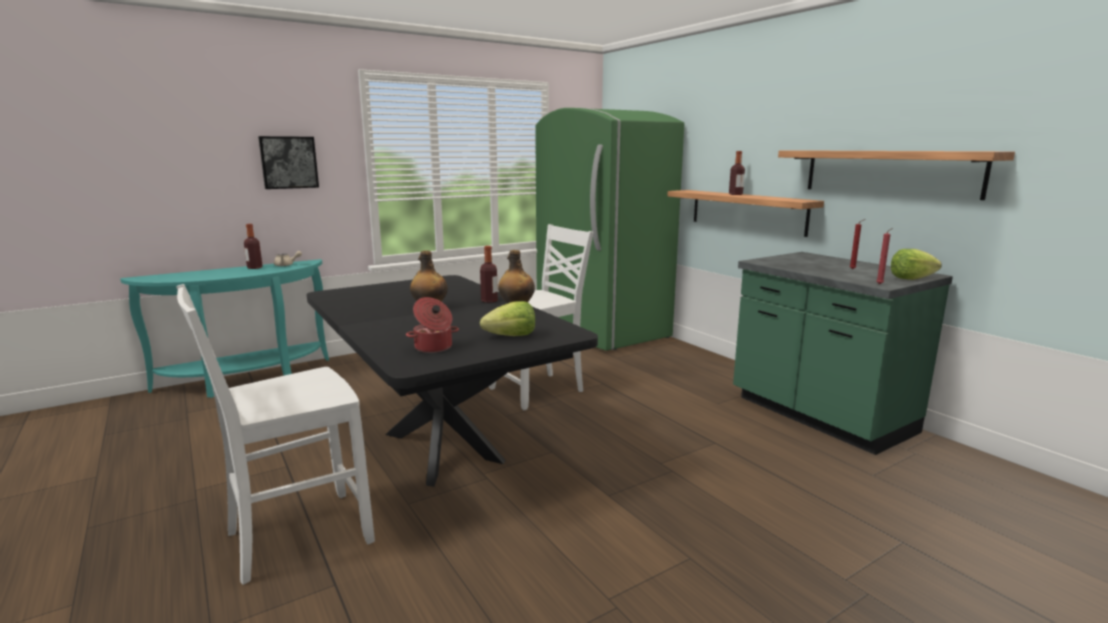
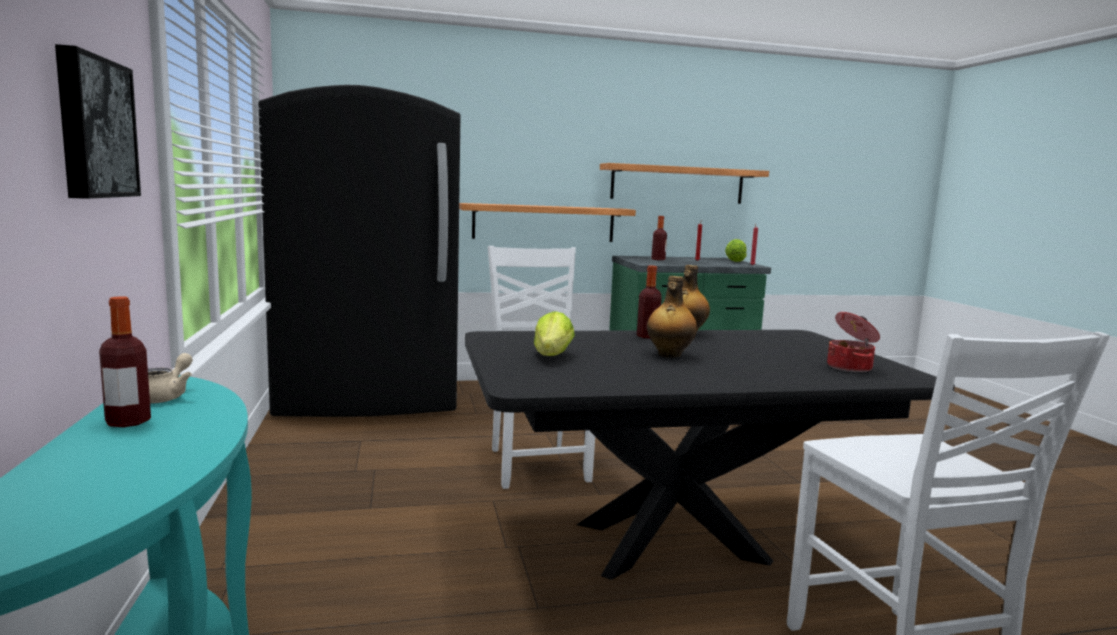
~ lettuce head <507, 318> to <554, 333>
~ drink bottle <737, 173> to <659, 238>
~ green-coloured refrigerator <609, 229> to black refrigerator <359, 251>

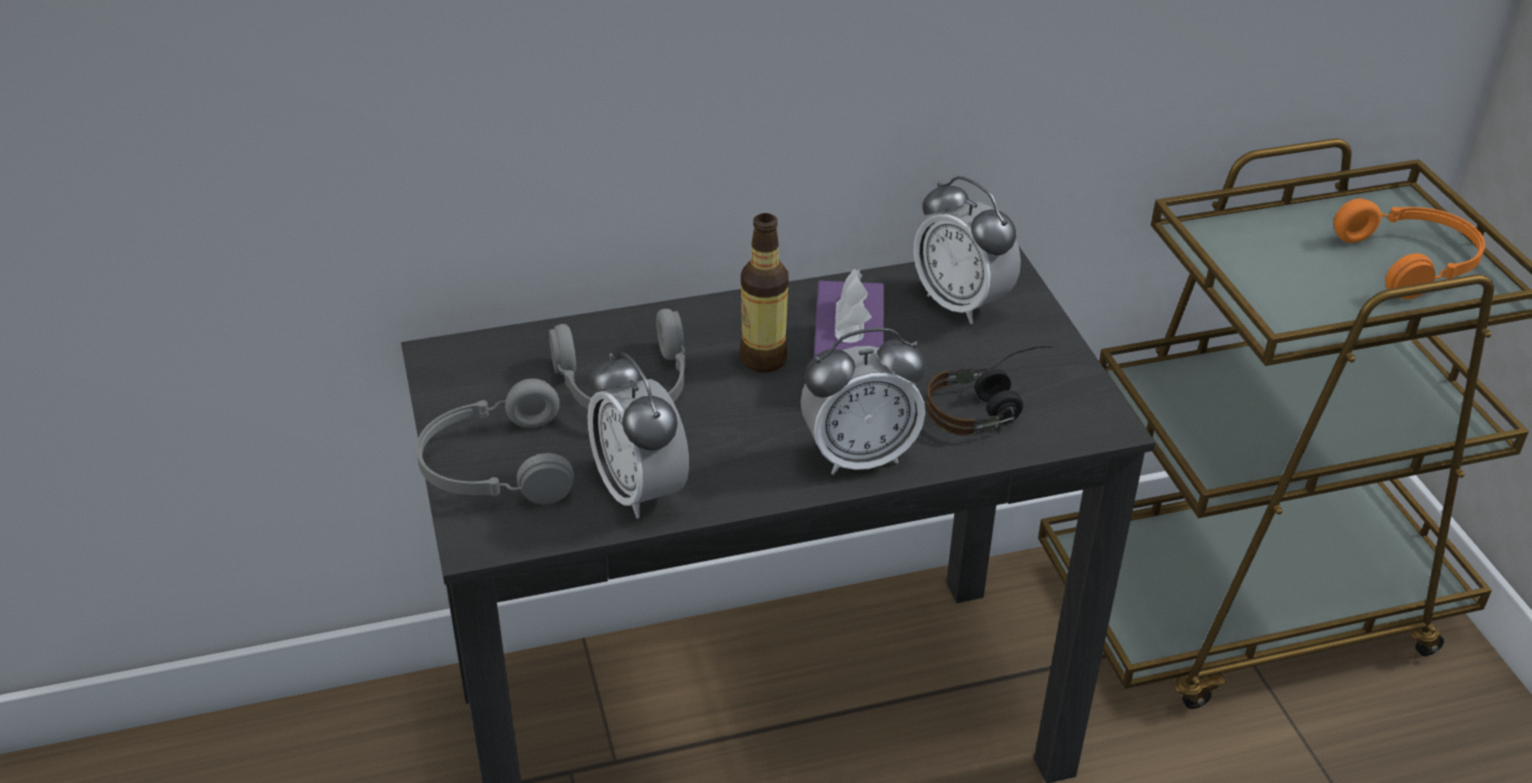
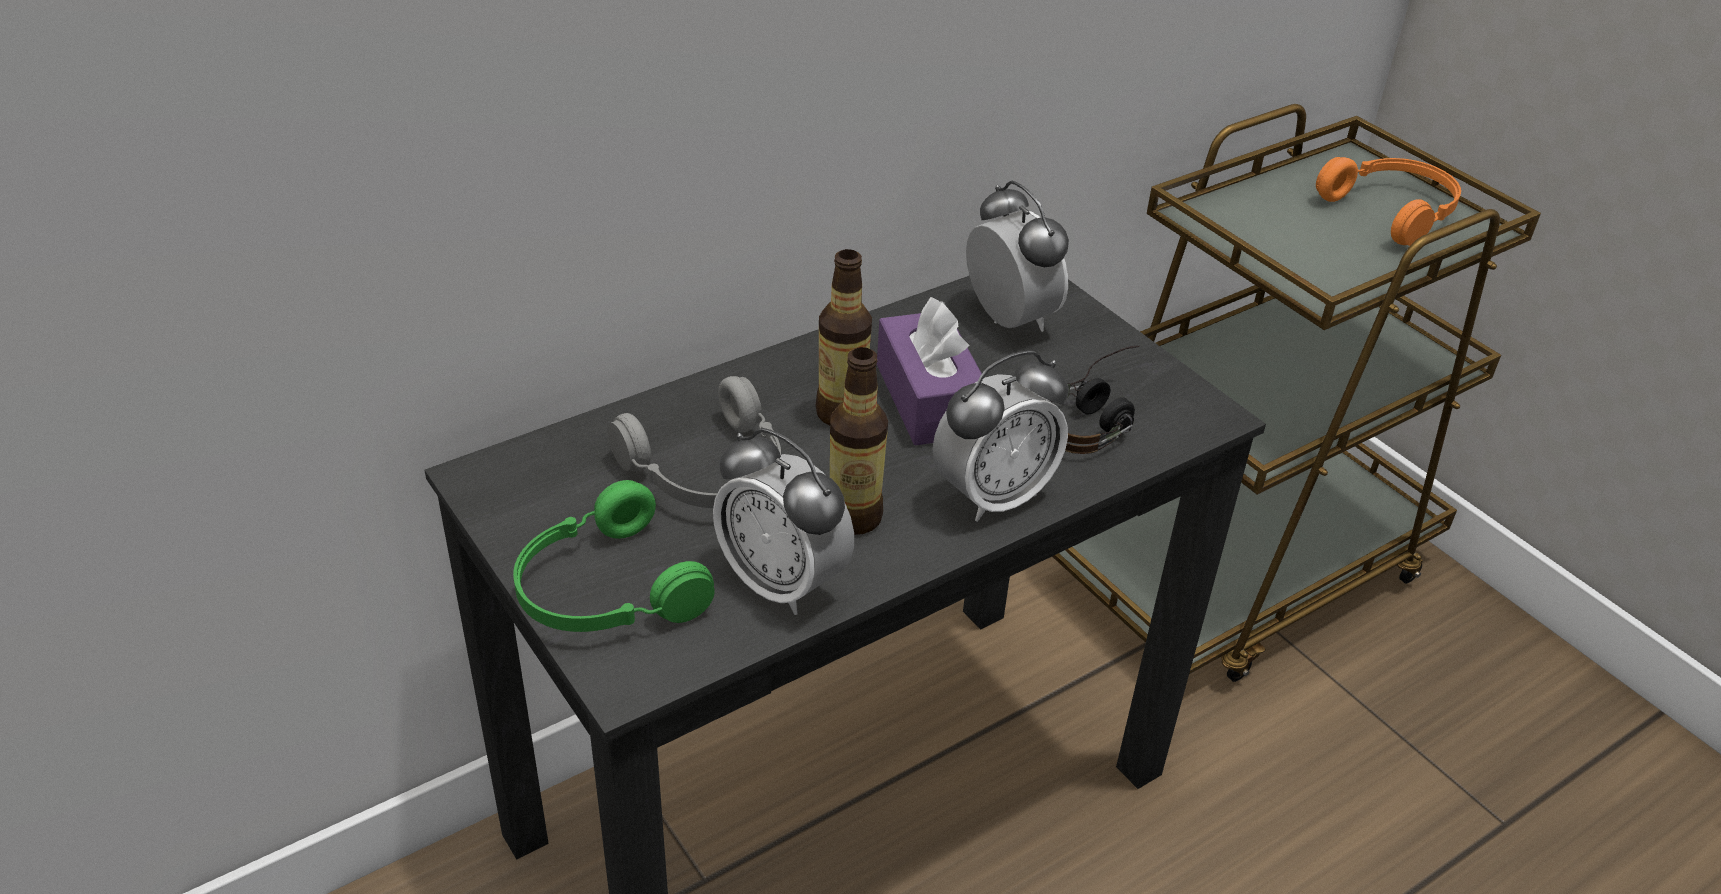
+ drink bottle <859, 441>
~ grey headset <495, 441> to green-coloured headset <614, 556>
~ table clock <967, 250> = <1017, 256> 150 degrees counterclockwise

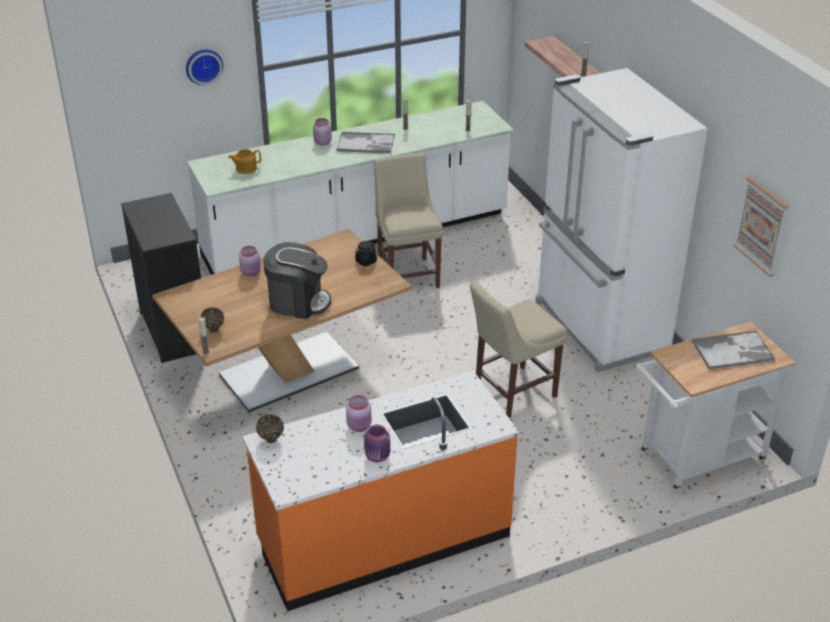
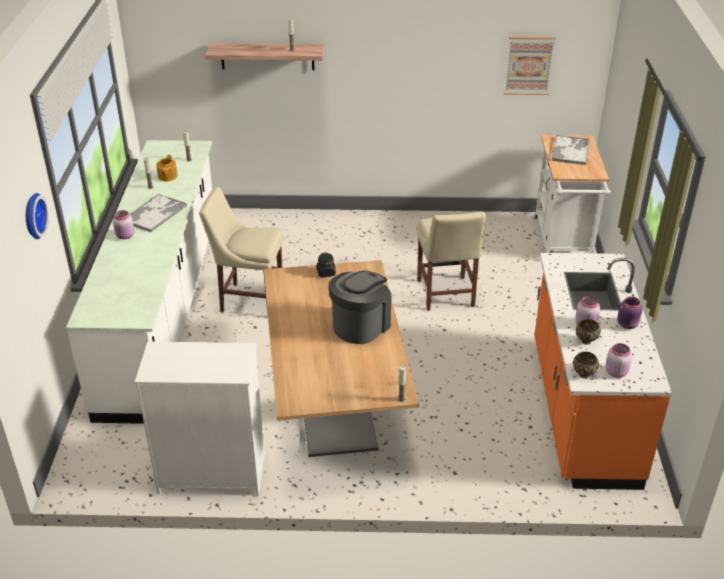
- whitish refrigerator <621, 220>
~ brown-coloured serving bowl <212, 320> to <588, 332>
~ tea pot <244, 161> to <167, 168>
~ pinkish preserve jar <250, 261> to <618, 360>
~ black dresser <161, 278> to whitish dresser <200, 419>

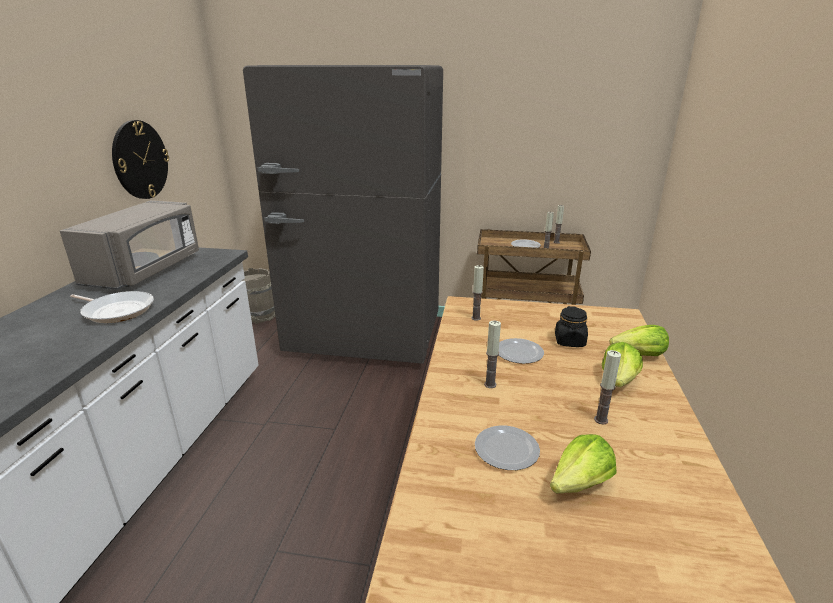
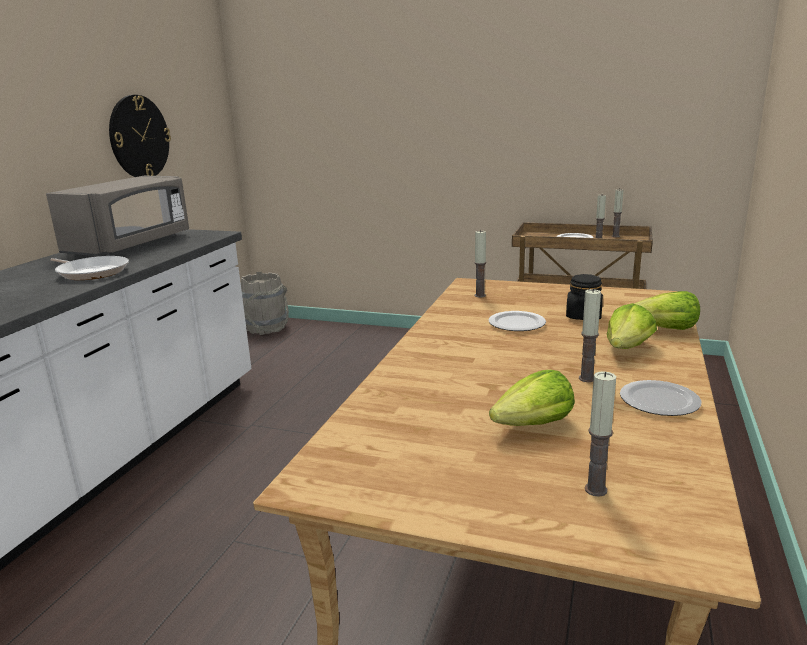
- grey refrigerator <343, 214>
~ flat dish <507, 448> to <661, 398>
~ wax light <492, 354> to <600, 434>

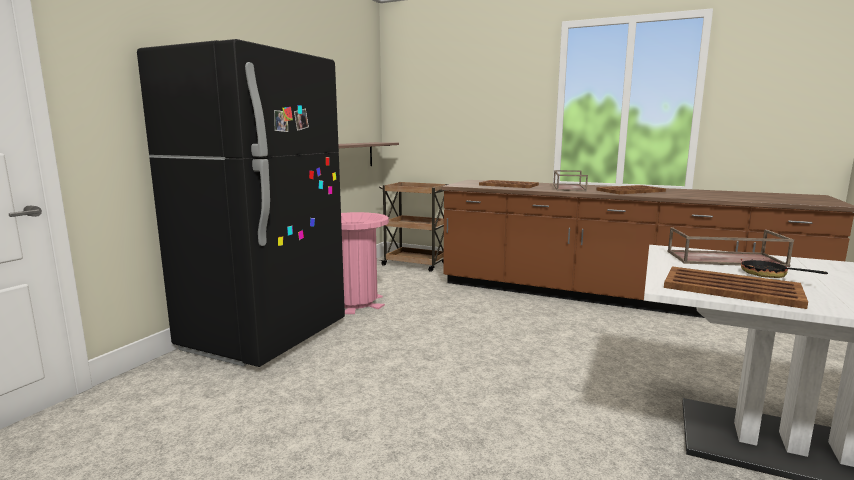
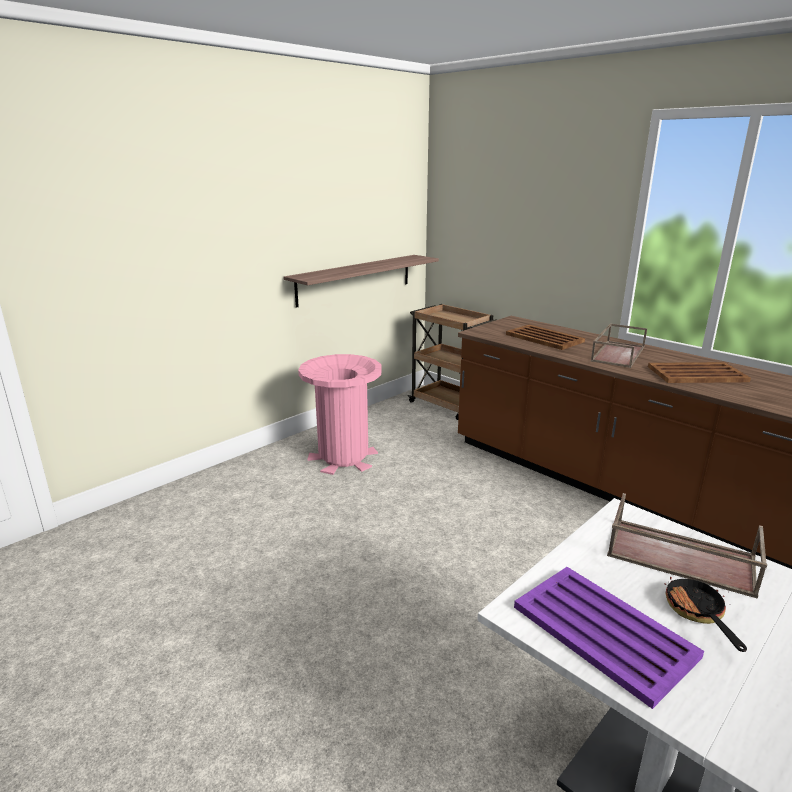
- black refrigerator <241, 203>
~ brown-coloured serving tray <736, 287> to purplish serving tray <609, 638>

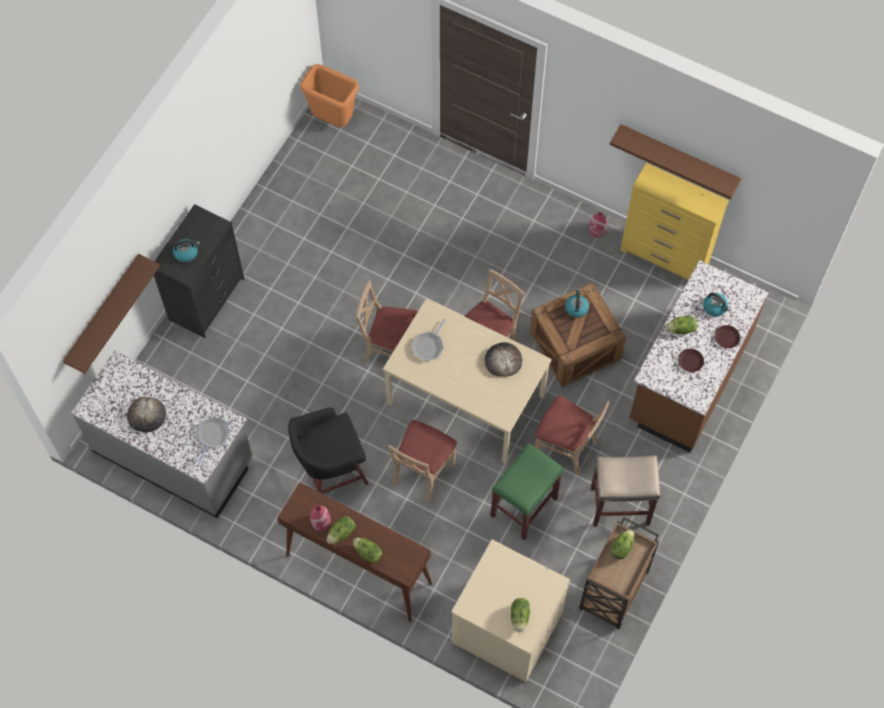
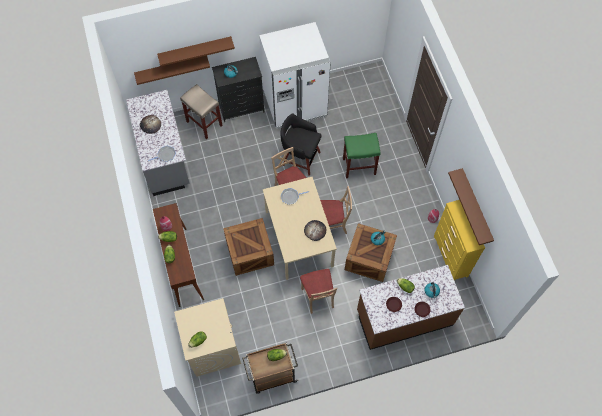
- orange rubbish bin <329, 95>
+ brown-coloured wall shelf <196, 51>
+ whitish refrigerator <295, 75>
~ black stool <328, 450> to <300, 145>
~ green-coloured stool <526, 491> to <362, 155>
~ beige stool <625, 491> to <201, 111>
~ beige plain chair <422, 461> to crate <248, 247>

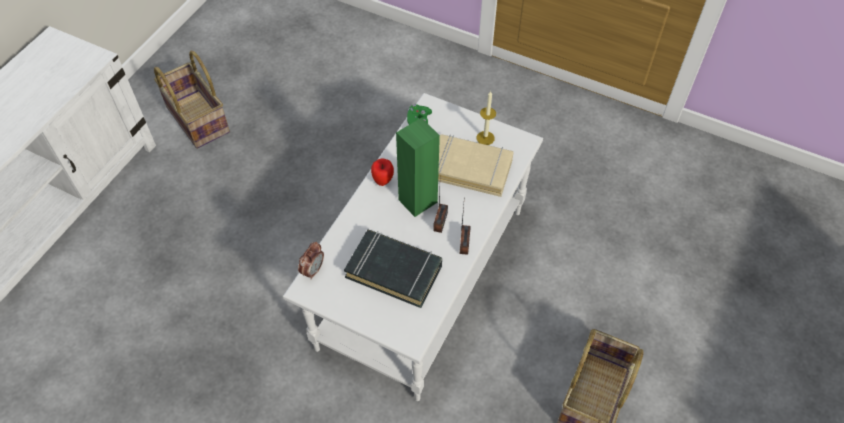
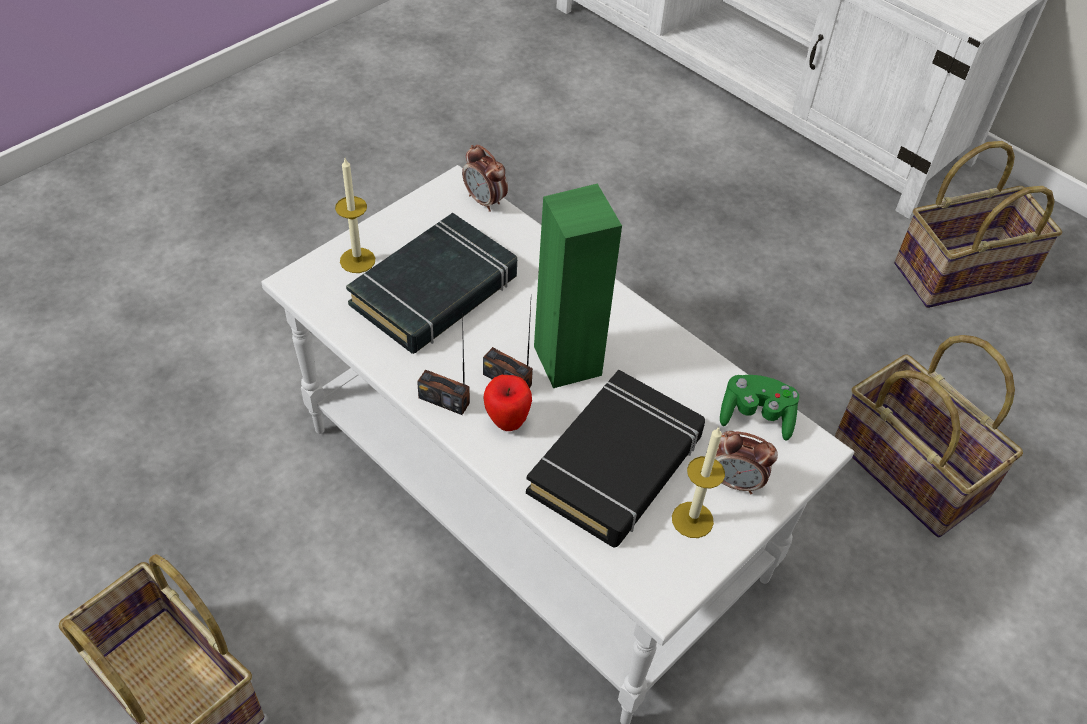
+ wax light <355, 215>
+ table clock <746, 462>
+ basket <928, 436>
~ apple fruit <382, 172> to <508, 403>
~ beige book <476, 165> to black book <615, 458>

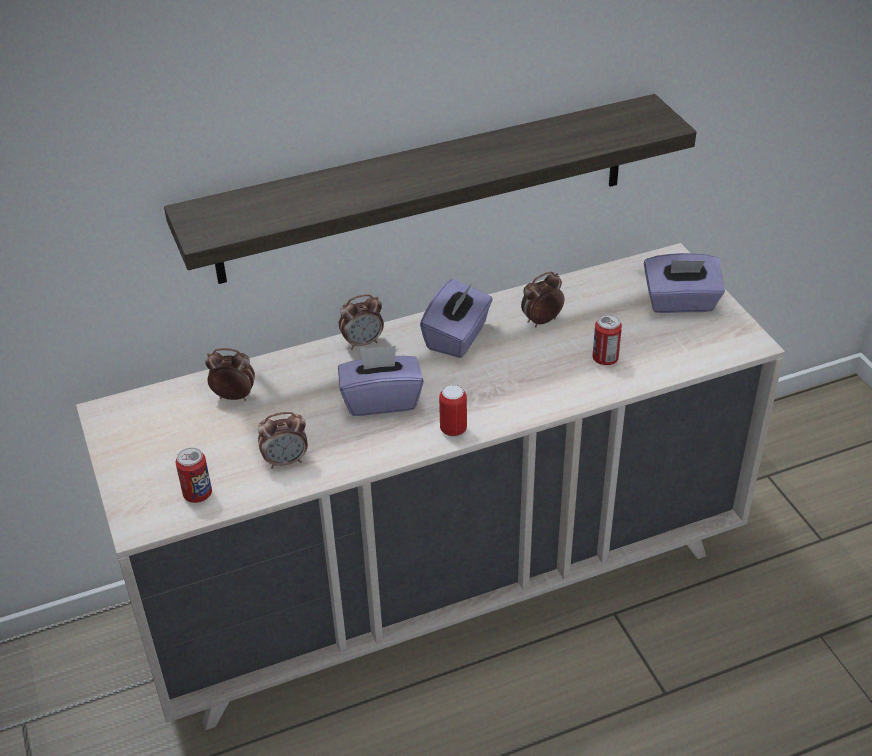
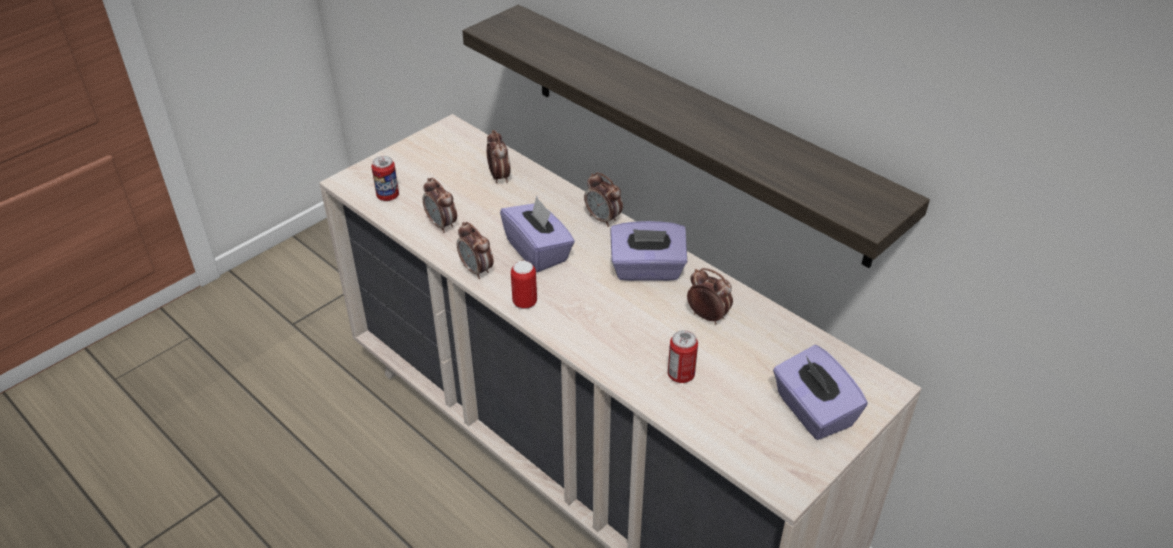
+ table clock <475, 250>

